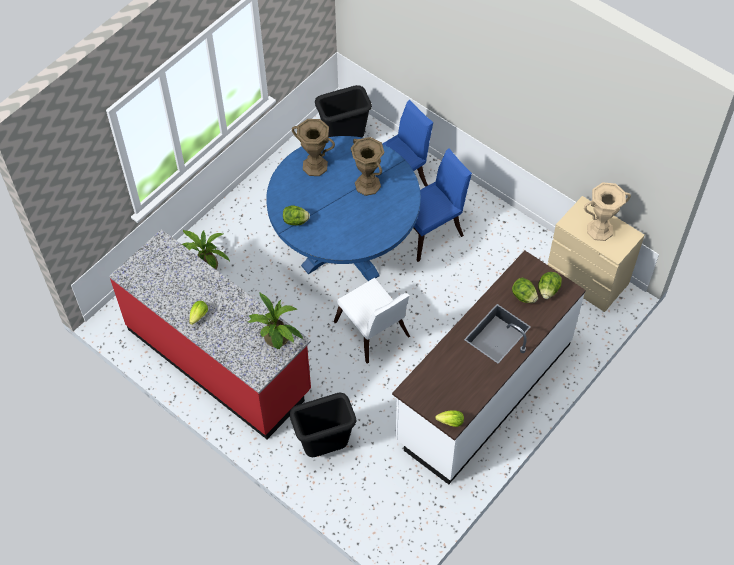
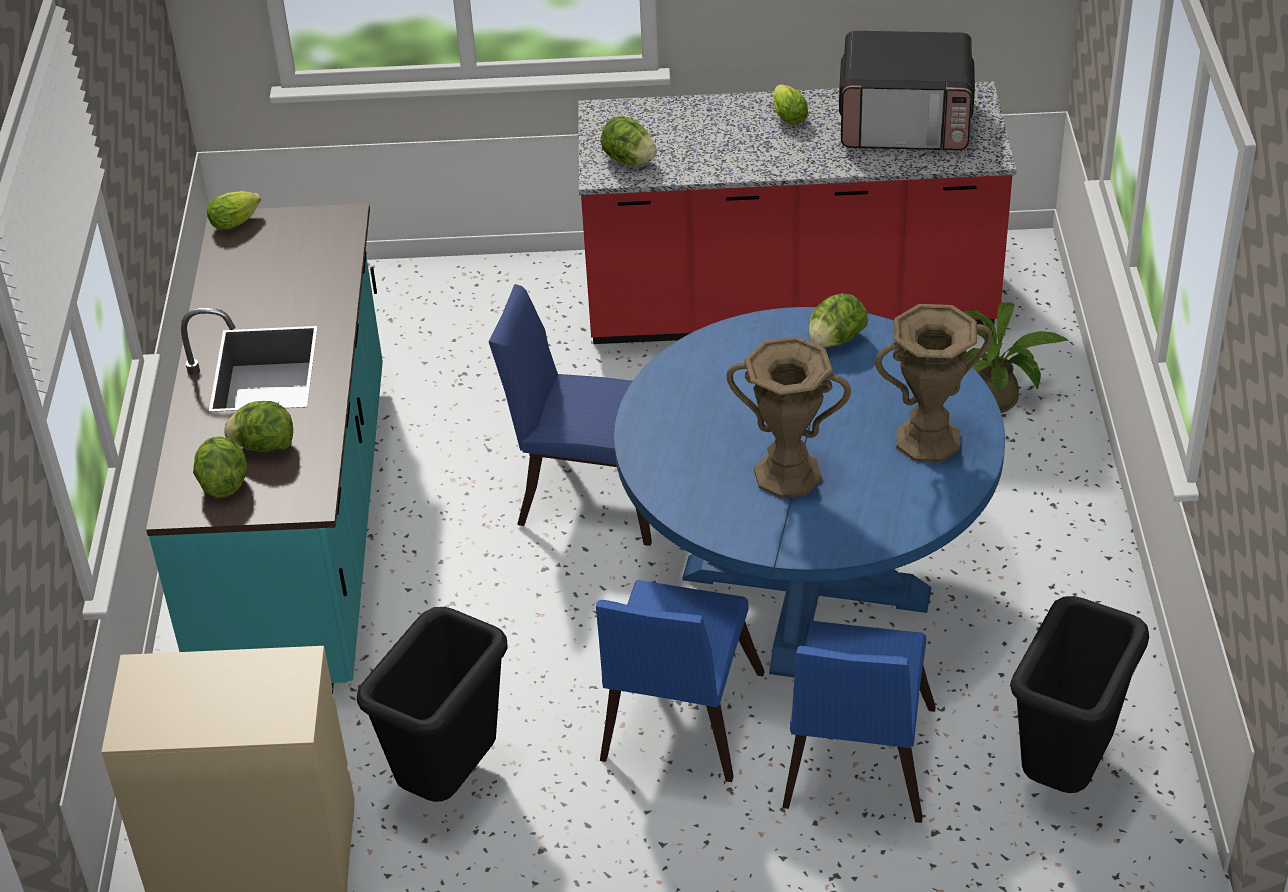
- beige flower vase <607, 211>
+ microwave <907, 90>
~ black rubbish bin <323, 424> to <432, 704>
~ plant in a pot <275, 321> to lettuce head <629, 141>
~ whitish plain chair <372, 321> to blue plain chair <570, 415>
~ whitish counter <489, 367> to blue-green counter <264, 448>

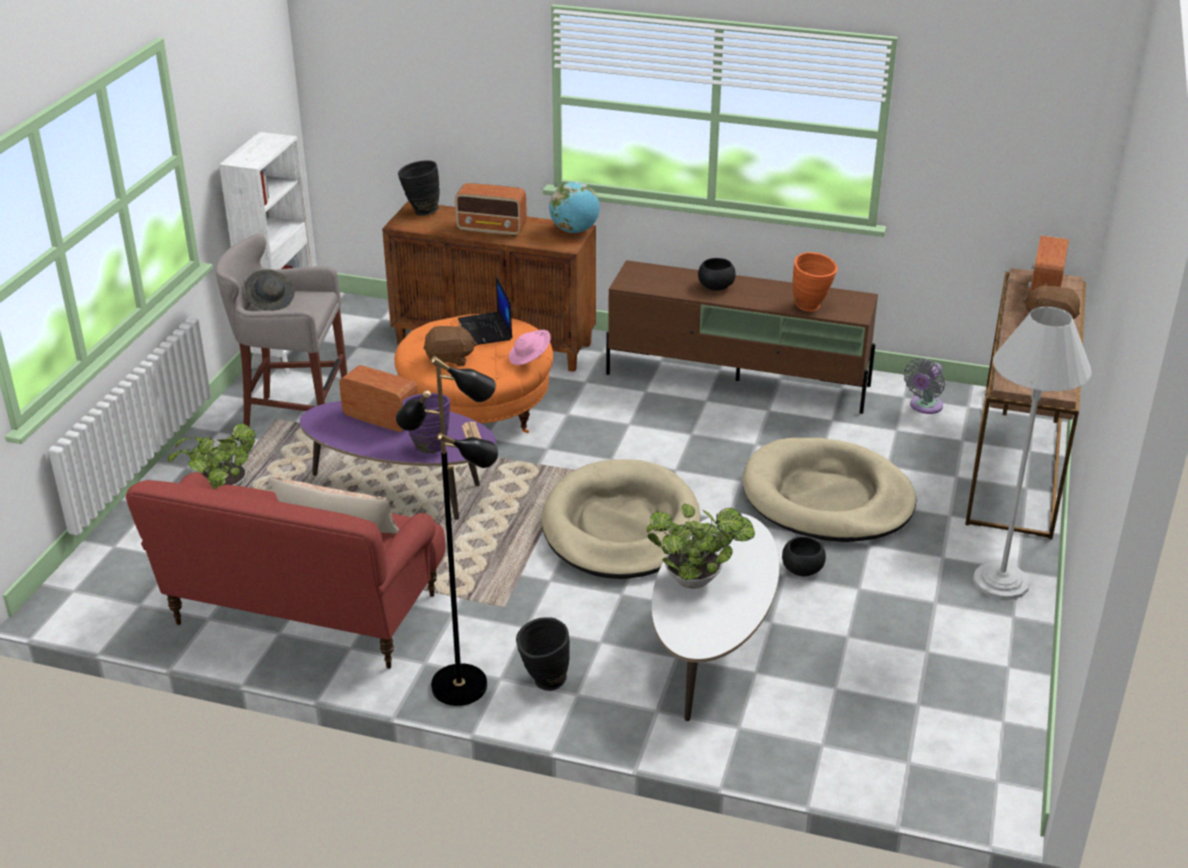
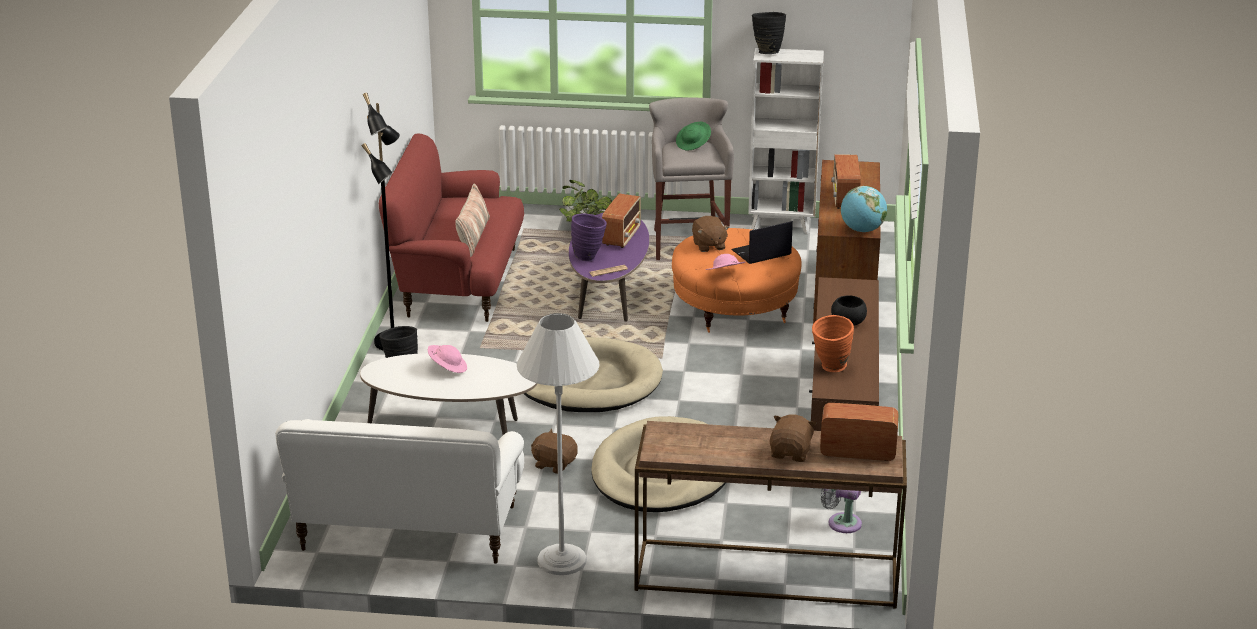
+ whitish sofa <399, 491>
~ black flower vase <419, 188> to <769, 33>
~ plant in a pot <700, 546> to pinkish clothing hat <447, 359>
~ black serving bowl <804, 556> to brown-coloured cuddly toy <554, 451>
~ grey clothing hat <270, 290> to green-coloured clothing hat <693, 136>

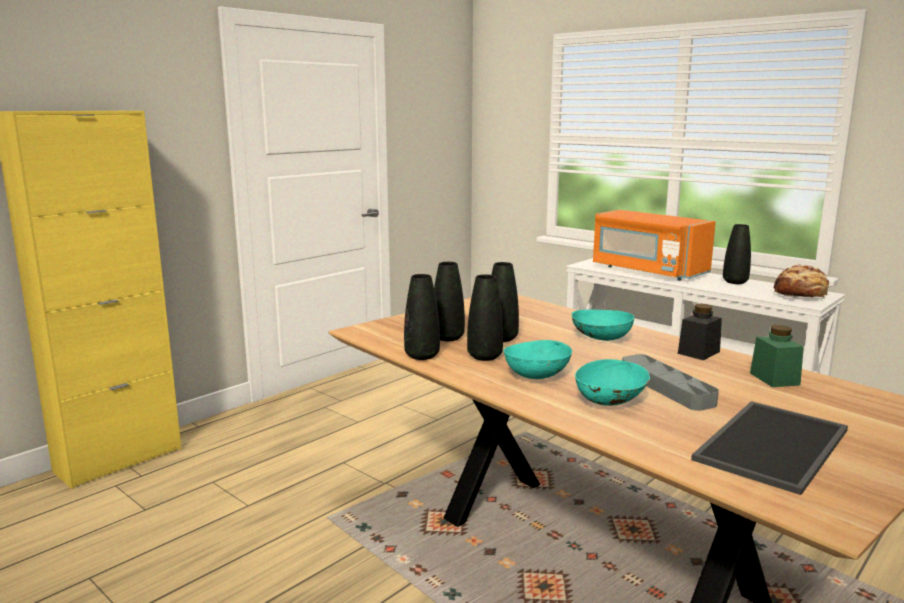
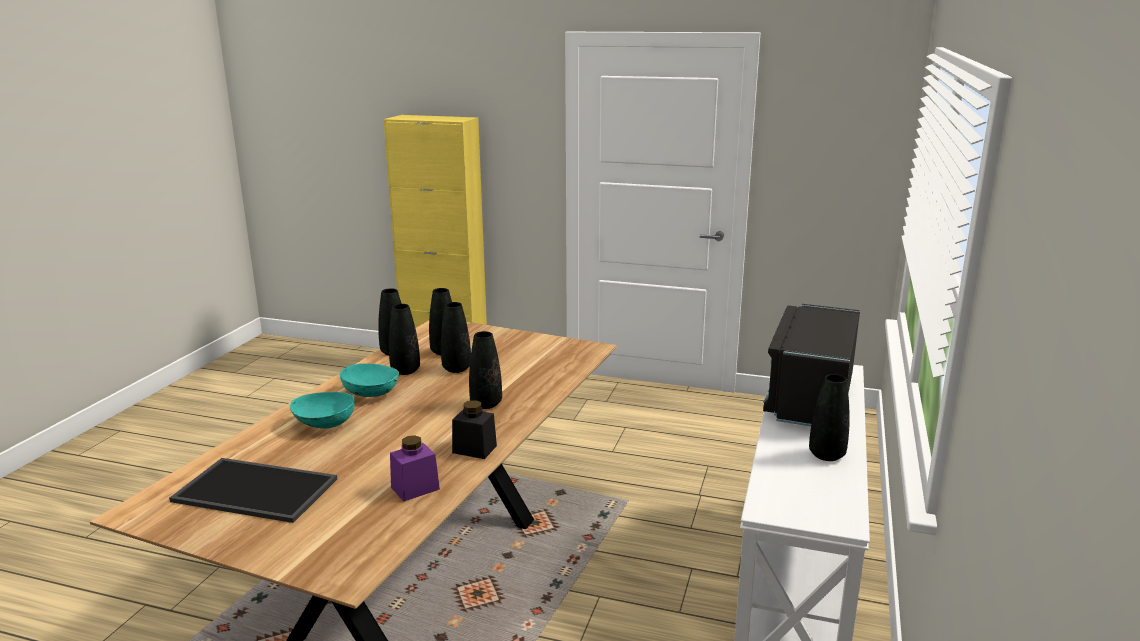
- grey serving tray <670, 382>
- bread <801, 281>
~ blue-green serving bowl <603, 325> to black flower vase <485, 370>
~ orange microwave <654, 245> to black microwave <811, 365>
~ green-coloured preserve jar <777, 356> to purplish preserve jar <415, 468>

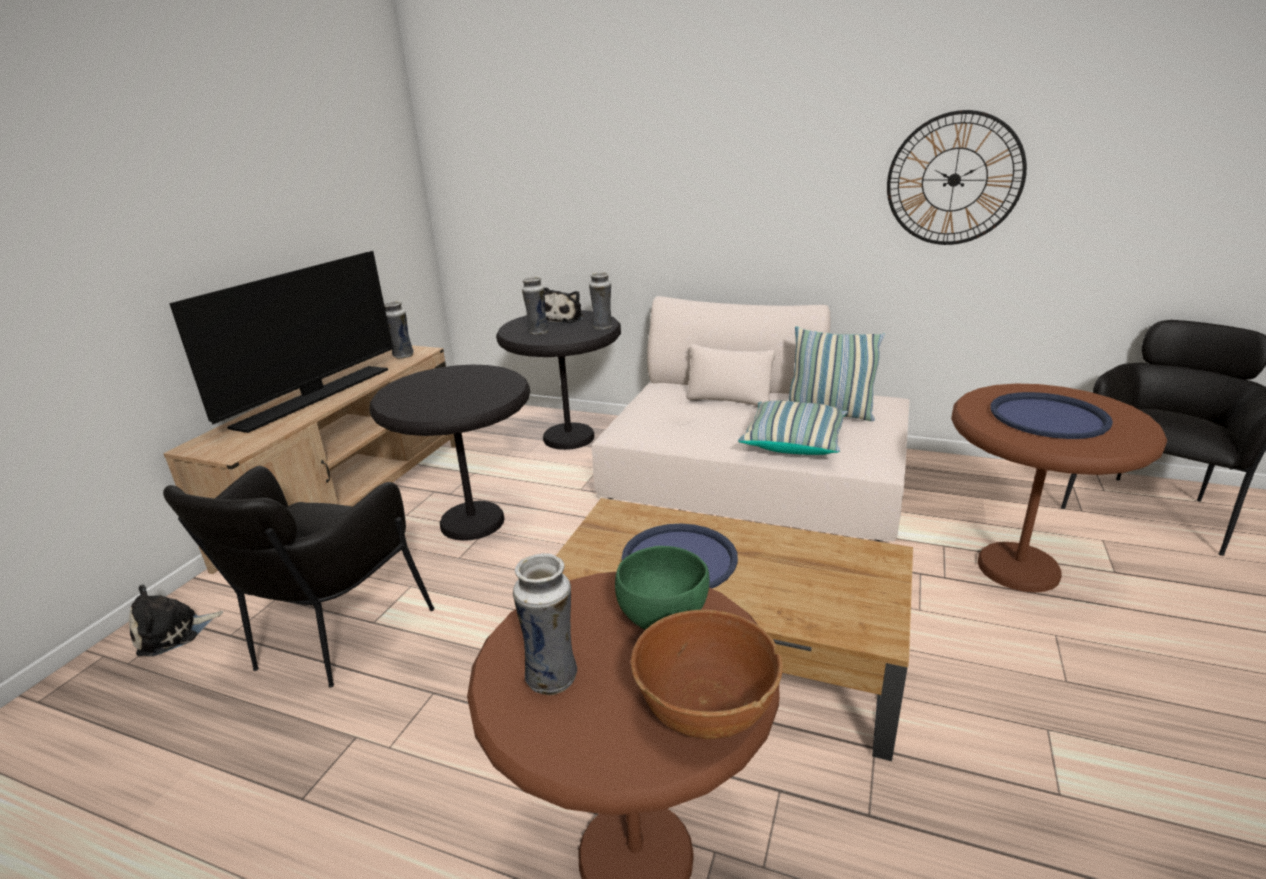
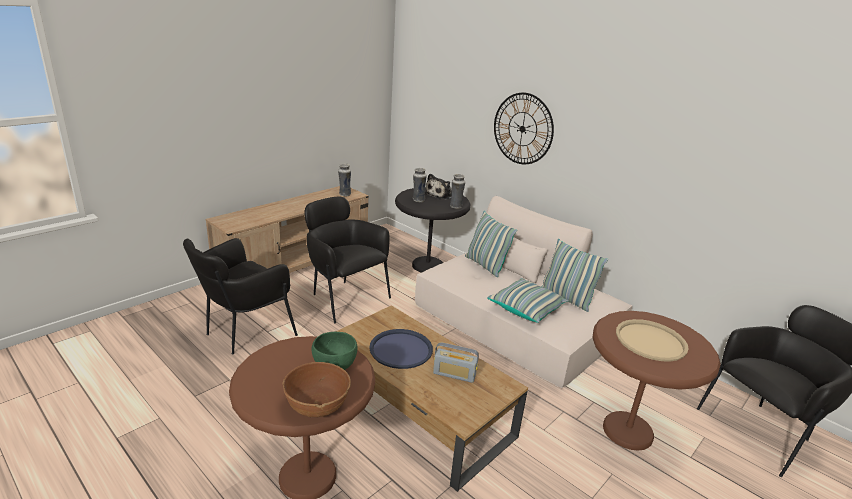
- cuddly toy <176, 620>
- TV set <281, 342>
- flower vase <545, 624>
+ radio receiver <456, 362>
+ cushion <491, 244>
~ clock on the wall <957, 177> to <524, 128>
~ black end table <450, 453> to black armchair <347, 260>
~ blue serving tray <1051, 415> to beige serving tray <652, 340>

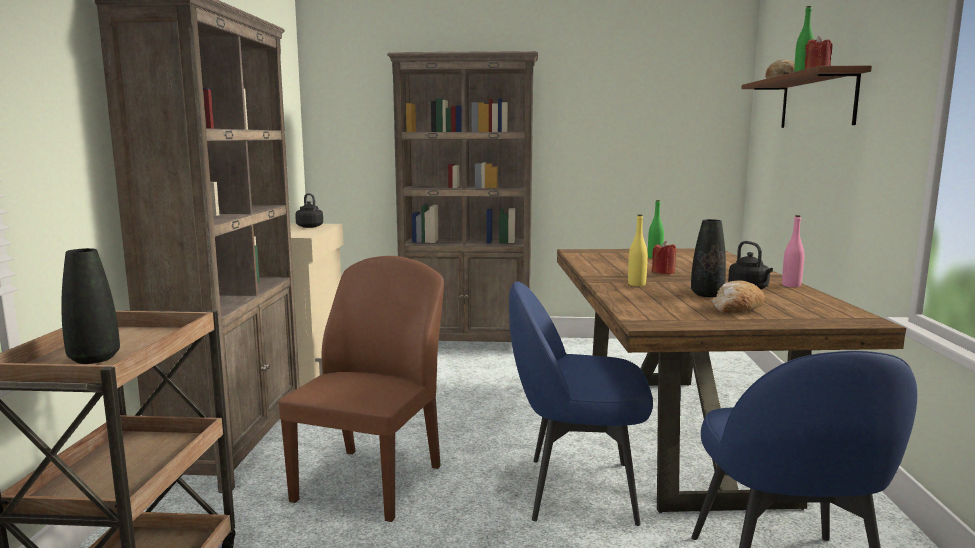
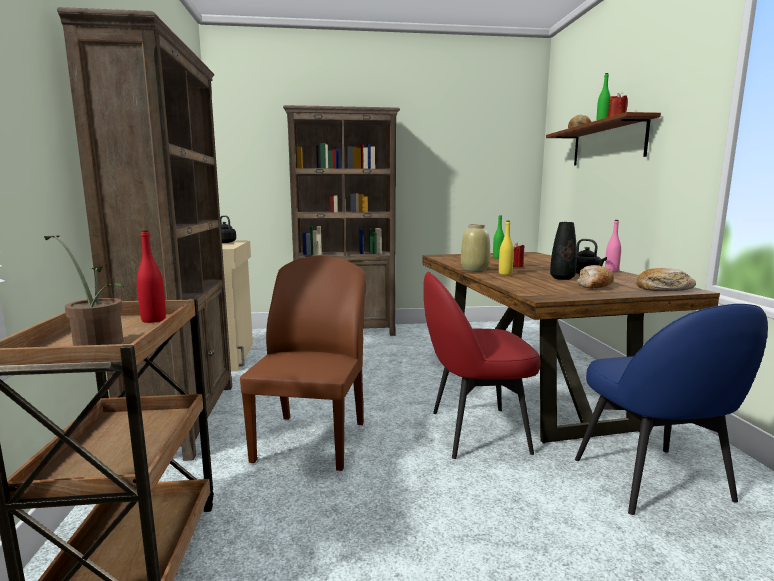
+ reddish drink bottle <151, 276>
+ beige flower vase <475, 247>
+ bread <666, 279>
~ black flower vase <90, 306> to plant in a pot <84, 290>
~ blue plain chair <581, 403> to reddish plain chair <482, 365>

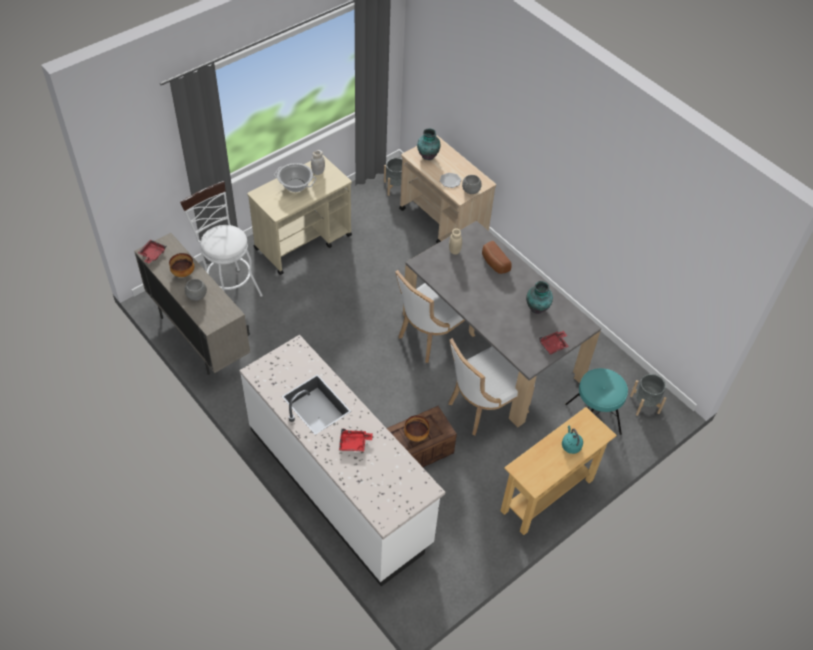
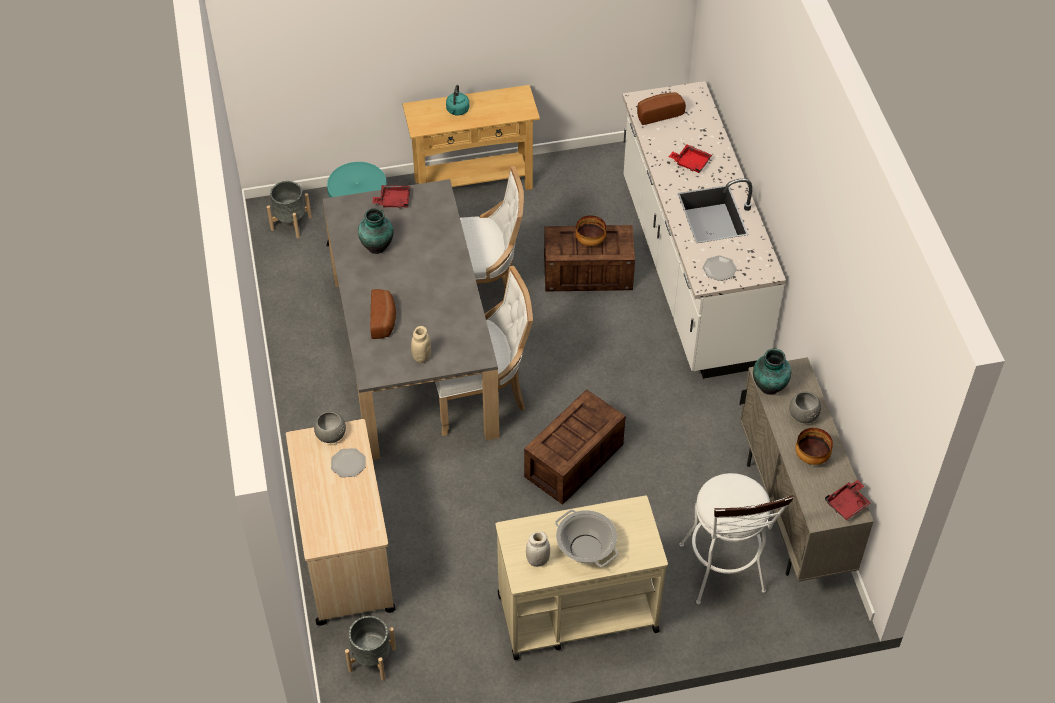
+ crate <575, 447>
+ bread <661, 108>
+ flat dish <720, 268>
~ flower vase <428, 144> to <772, 372>

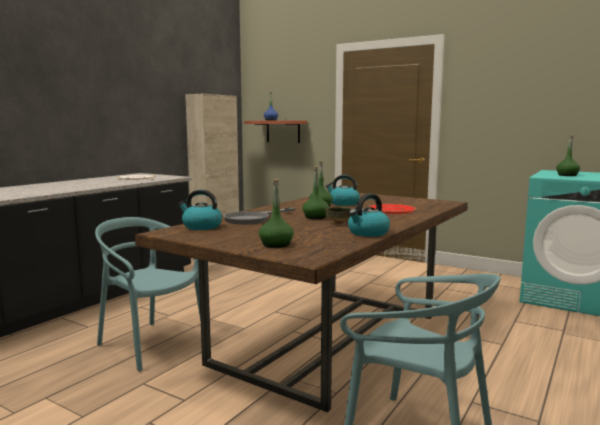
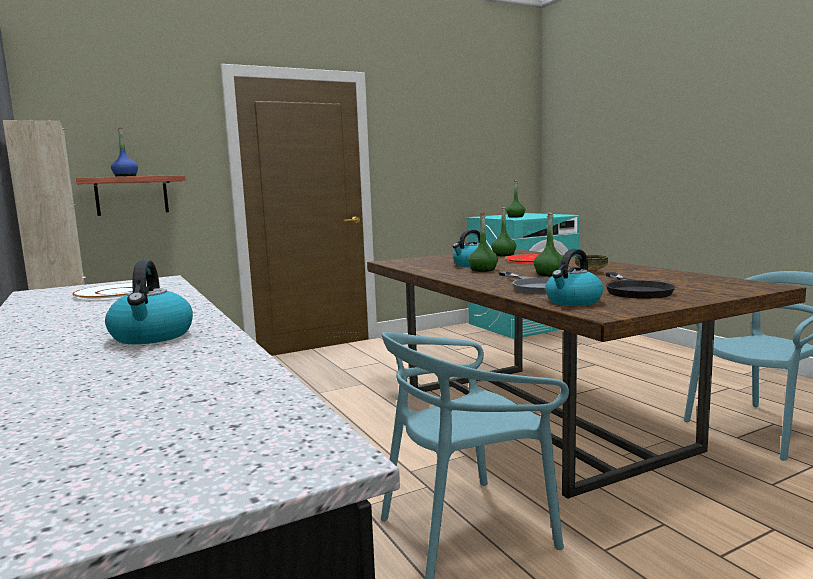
+ black skillet <640, 285>
~ green-coloured drink bottle <276, 213> to <503, 231>
~ water kettle <369, 215> to <149, 302>

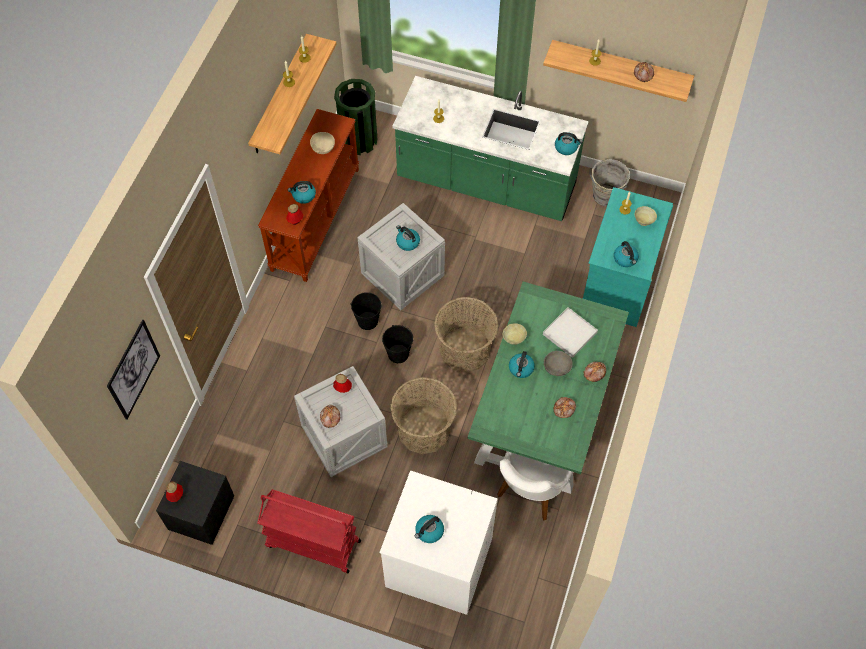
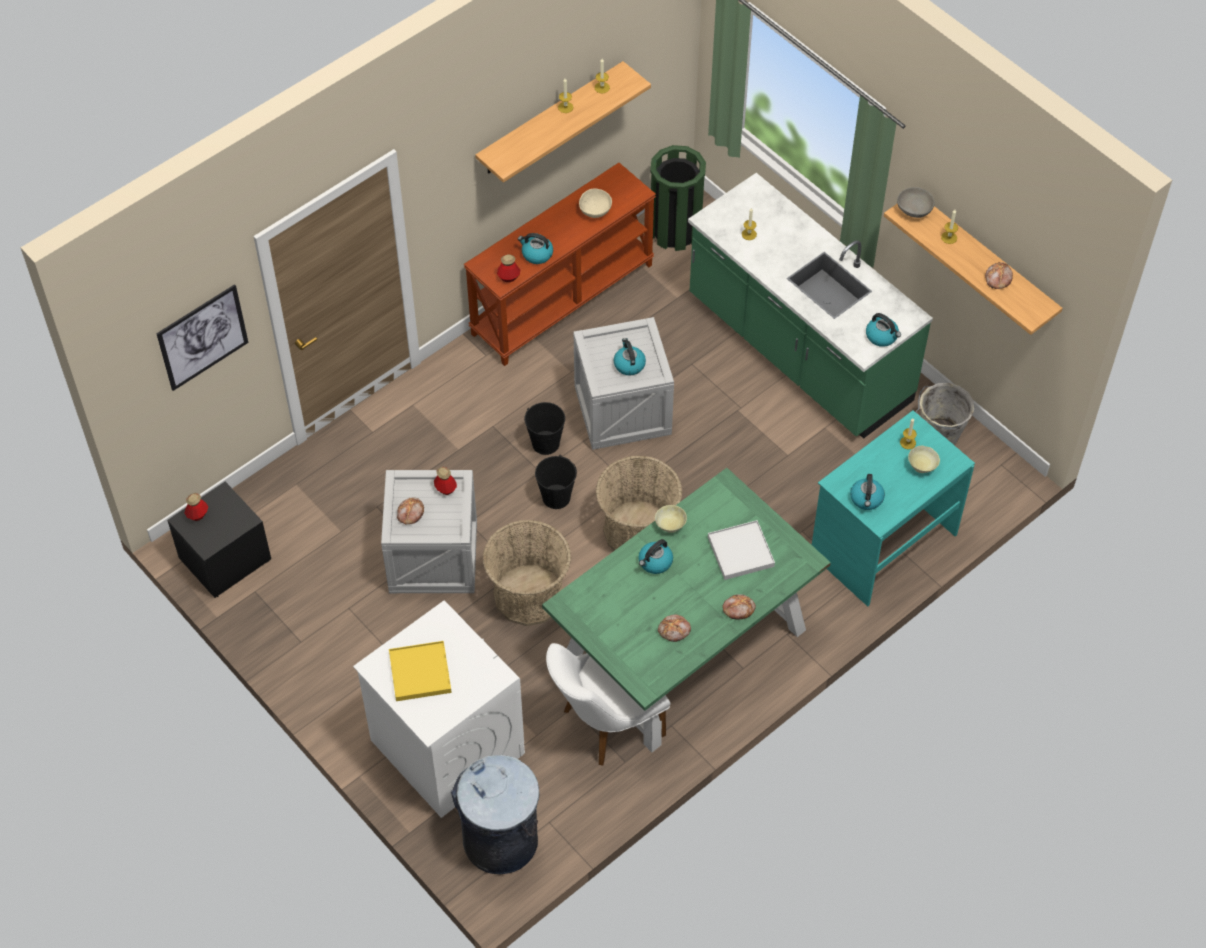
- reddish trolley <309, 531>
+ grey rubbish bin <495, 814>
~ grey serving bowl <558, 363> to <916, 202>
~ water kettle <429, 529> to yellow serving tray <420, 671>

